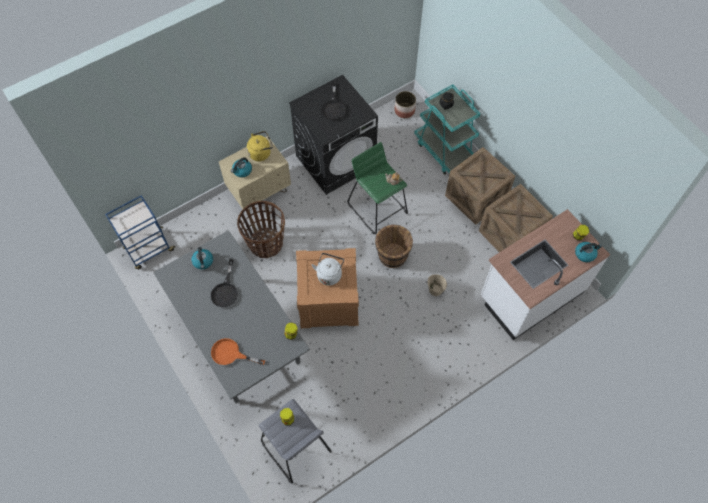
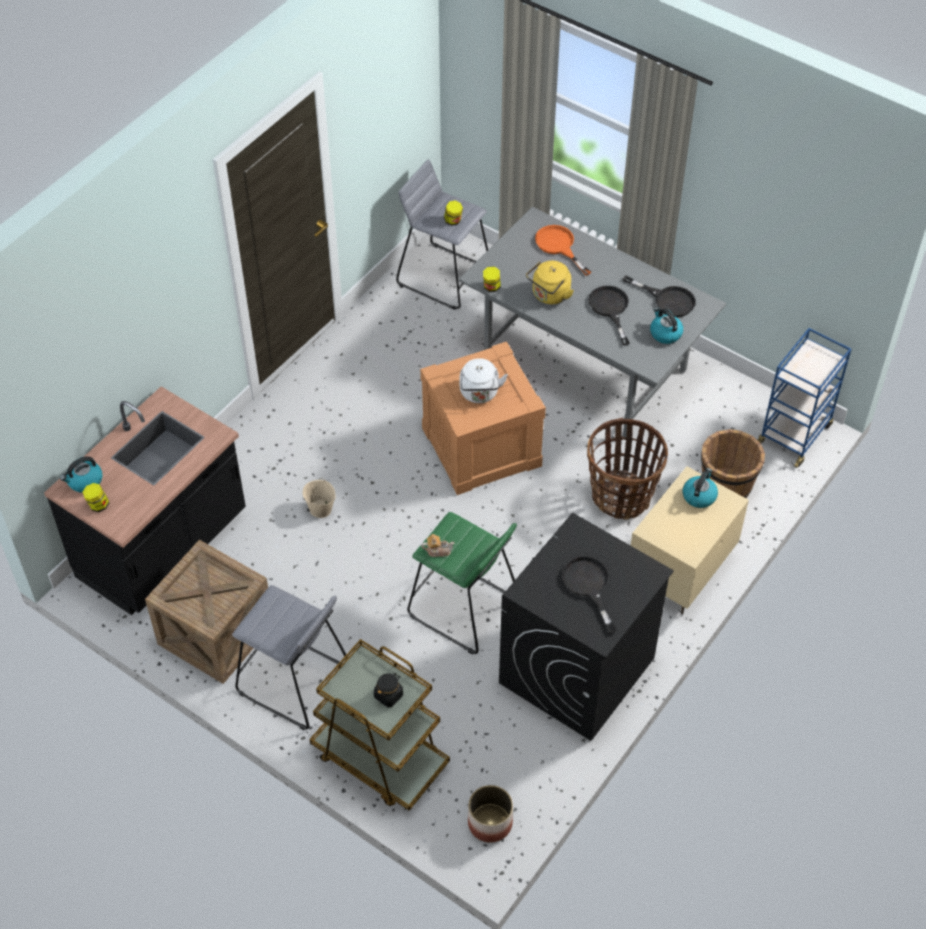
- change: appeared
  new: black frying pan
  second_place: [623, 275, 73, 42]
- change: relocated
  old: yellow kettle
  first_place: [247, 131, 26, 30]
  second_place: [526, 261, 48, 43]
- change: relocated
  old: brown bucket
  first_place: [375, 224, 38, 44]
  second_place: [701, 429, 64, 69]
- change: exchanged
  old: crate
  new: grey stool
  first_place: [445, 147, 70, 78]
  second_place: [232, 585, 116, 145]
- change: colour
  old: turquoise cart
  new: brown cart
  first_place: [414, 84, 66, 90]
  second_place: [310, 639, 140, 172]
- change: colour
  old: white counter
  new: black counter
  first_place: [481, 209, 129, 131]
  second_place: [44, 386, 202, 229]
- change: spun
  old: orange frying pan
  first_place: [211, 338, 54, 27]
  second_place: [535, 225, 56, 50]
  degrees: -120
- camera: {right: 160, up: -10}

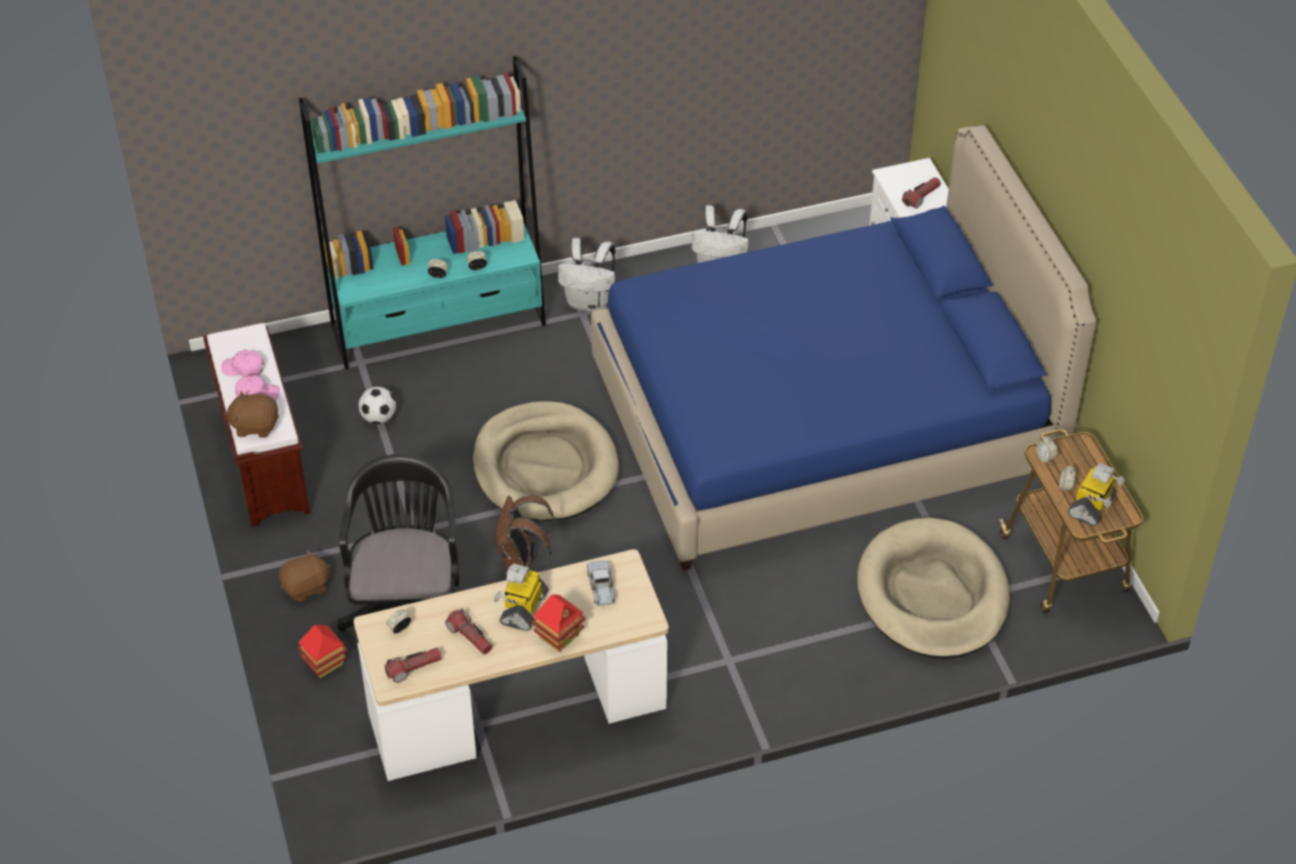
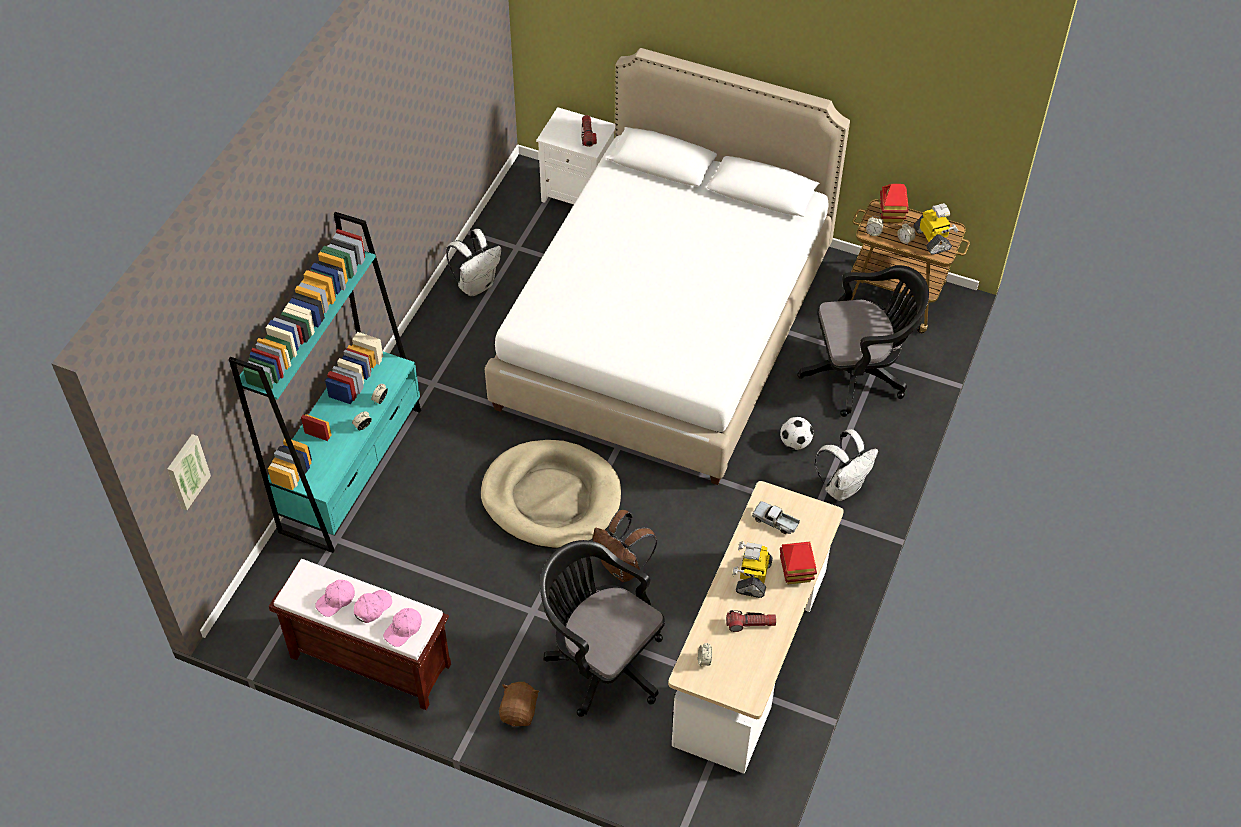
- change: missing
  old: flashlight
  first_place: [385, 648, 57, 35]
- change: appeared
  new: picture
  second_place: [167, 434, 44, 76]
- change: relocated
  old: toy house
  first_place: [297, 625, 50, 53]
  second_place: [880, 184, 29, 39]
- change: relocated
  old: football
  first_place: [359, 387, 37, 37]
  second_place: [780, 417, 33, 33]
- change: relocated
  old: white backpack
  first_place: [558, 238, 58, 74]
  second_place: [815, 429, 63, 72]
- change: exchanged
  old: brown plush toy
  new: pink cap
  first_place: [225, 391, 54, 47]
  second_place: [383, 608, 39, 39]
- change: exchanged
  old: beige dog bed
  new: black office chair
  first_place: [857, 518, 153, 141]
  second_place: [797, 265, 132, 152]
- change: colour
  old: blue bed
  new: white bed
  first_place: [591, 125, 505, 446]
  second_place: [485, 48, 365, 437]
- change: spun
  old: toy robot
  first_place: [493, 563, 56, 68]
  second_place: [732, 541, 41, 57]
  degrees: 45
- camera: {right: -50, up: 5}

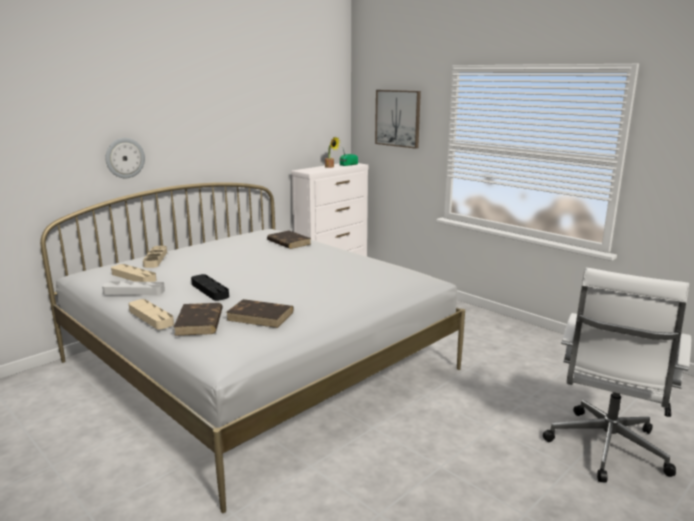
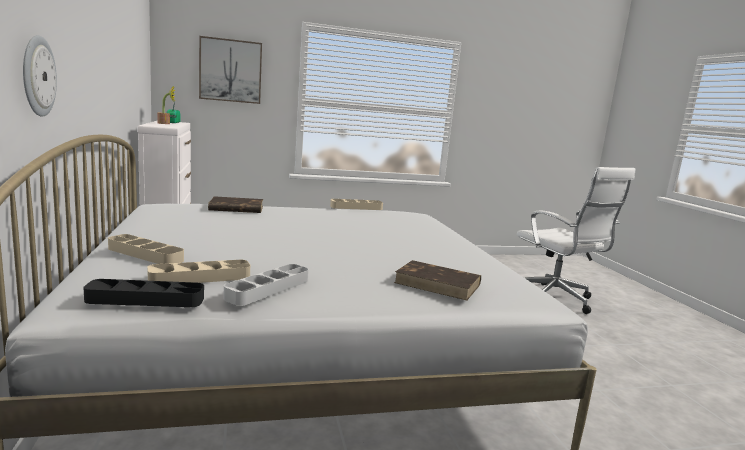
- change: missing
  old: brown book
  first_place: [226, 299, 68, 29]
- change: relocated
  old: beige tray
  first_place: [129, 299, 45, 31]
  second_place: [330, 199, 53, 11]
- change: relocated
  old: black tray
  first_place: [191, 274, 38, 27]
  second_place: [83, 279, 121, 28]
- camera: {right: -60, up: -5}

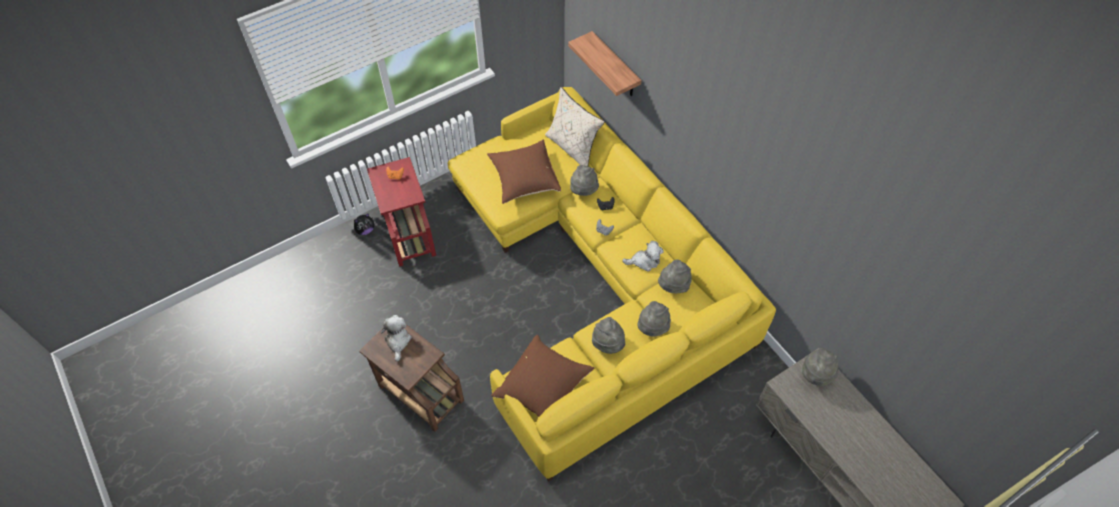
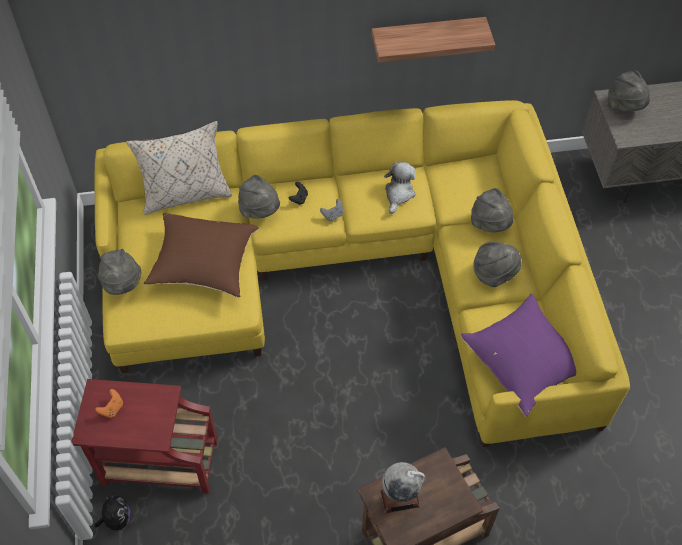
- change: relocated
  old: shelf
  first_place: [568, 31, 74, 65]
  second_place: [372, 17, 123, 46]
- change: relocated
  old: grey hat
  first_place: [658, 259, 34, 34]
  second_place: [97, 249, 44, 46]
- change: exchanged
  old: plush toy
  new: globe
  first_place: [381, 315, 31, 47]
  second_place: [380, 462, 45, 51]
- change: colour
  old: brown pillow
  new: purple pillow
  first_place: [491, 335, 103, 82]
  second_place: [461, 294, 115, 123]
- camera: {right: -65, up: 0}

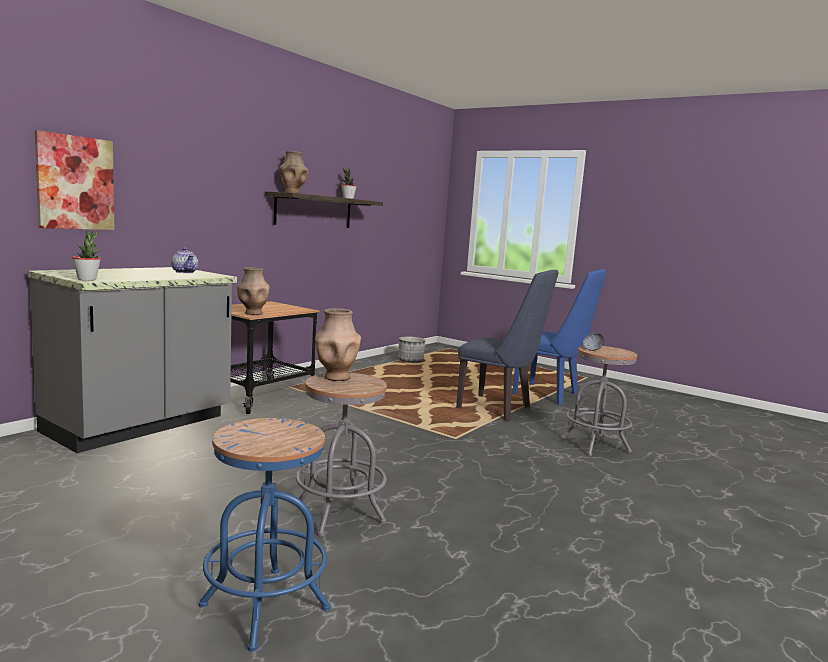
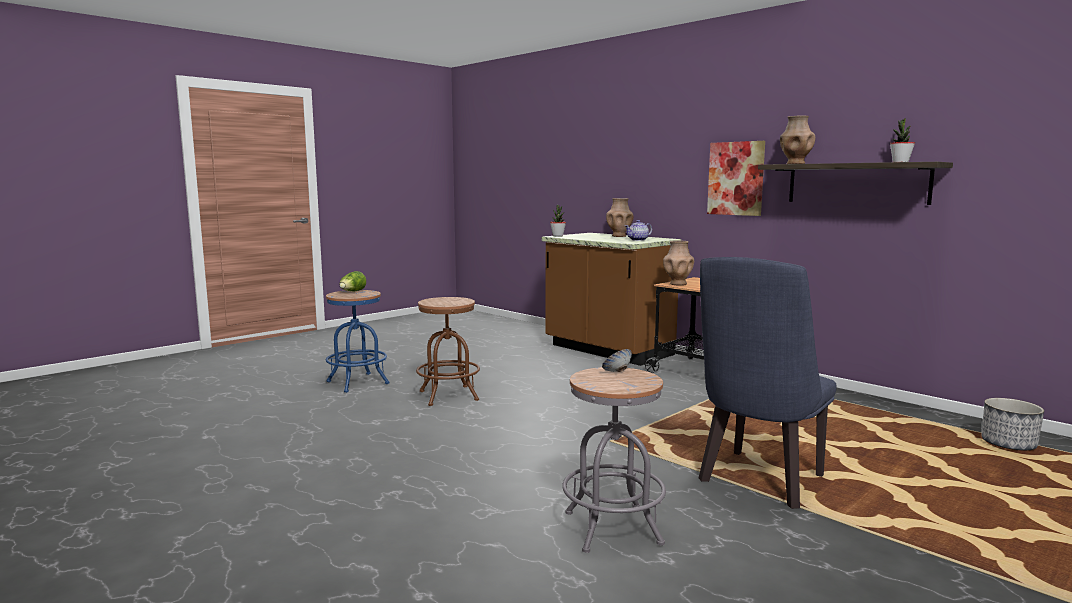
- change: missing
  old: blue chair
  first_place: [512, 269, 95, 136]
- change: appeared
  new: lettuce
  second_place: [339, 271, 27, 20]
- change: relocated
  old: picture
  first_place: [35, 130, 80, 100]
  second_place: [707, 141, 58, 75]
- change: relocated
  old: brown vase
  first_place: [315, 308, 46, 73]
  second_place: [606, 198, 28, 39]
- change: colour
  old: grey counter
  new: brown counter
  first_place: [28, 267, 209, 186]
  second_place: [542, 233, 139, 133]
- change: colour
  old: grey stool
  new: brown stool
  first_place: [296, 373, 91, 163]
  second_place: [416, 297, 64, 109]
- camera: {right: 100, up: 0}

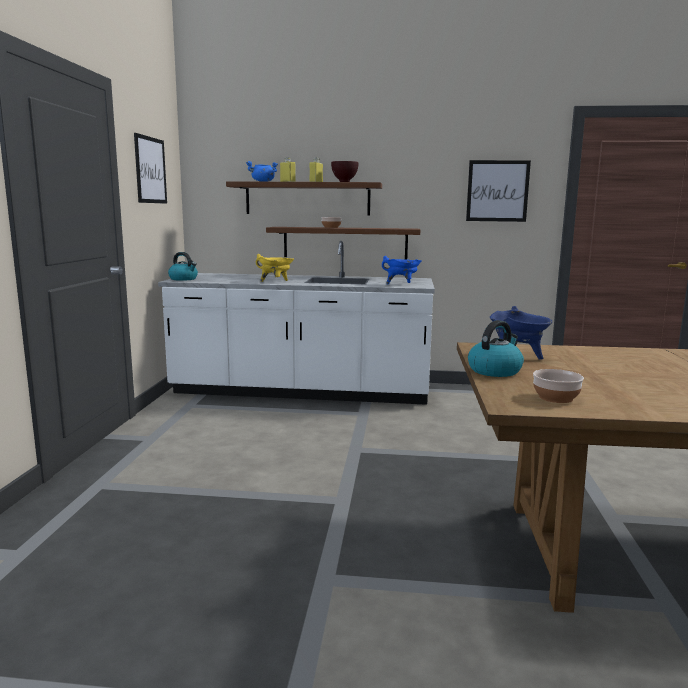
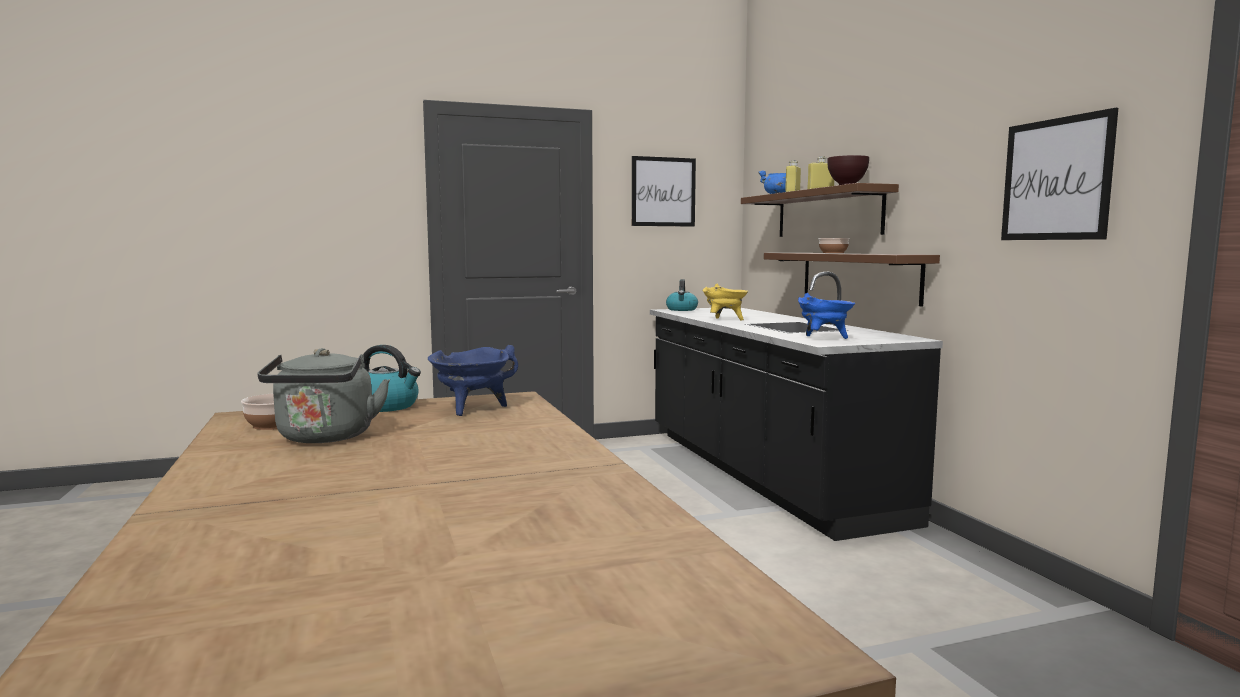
- change: appeared
  new: grey kettle
  second_place: [258, 348, 132, 95]
- change: colour
  old: white counter
  new: black counter
  first_place: [158, 241, 277, 164]
  second_place: [650, 272, 293, 269]
- camera: {right: 65, up: -5}

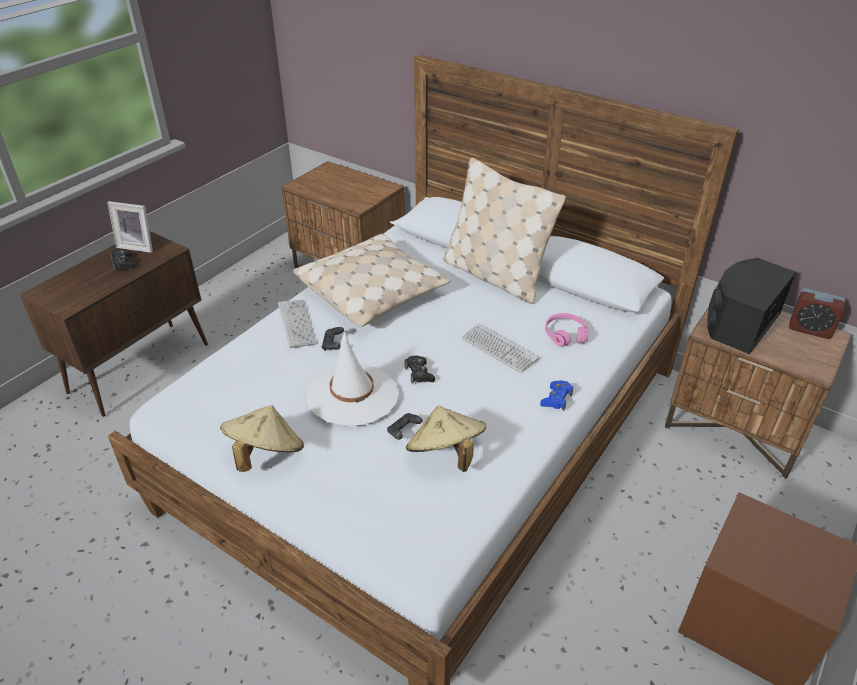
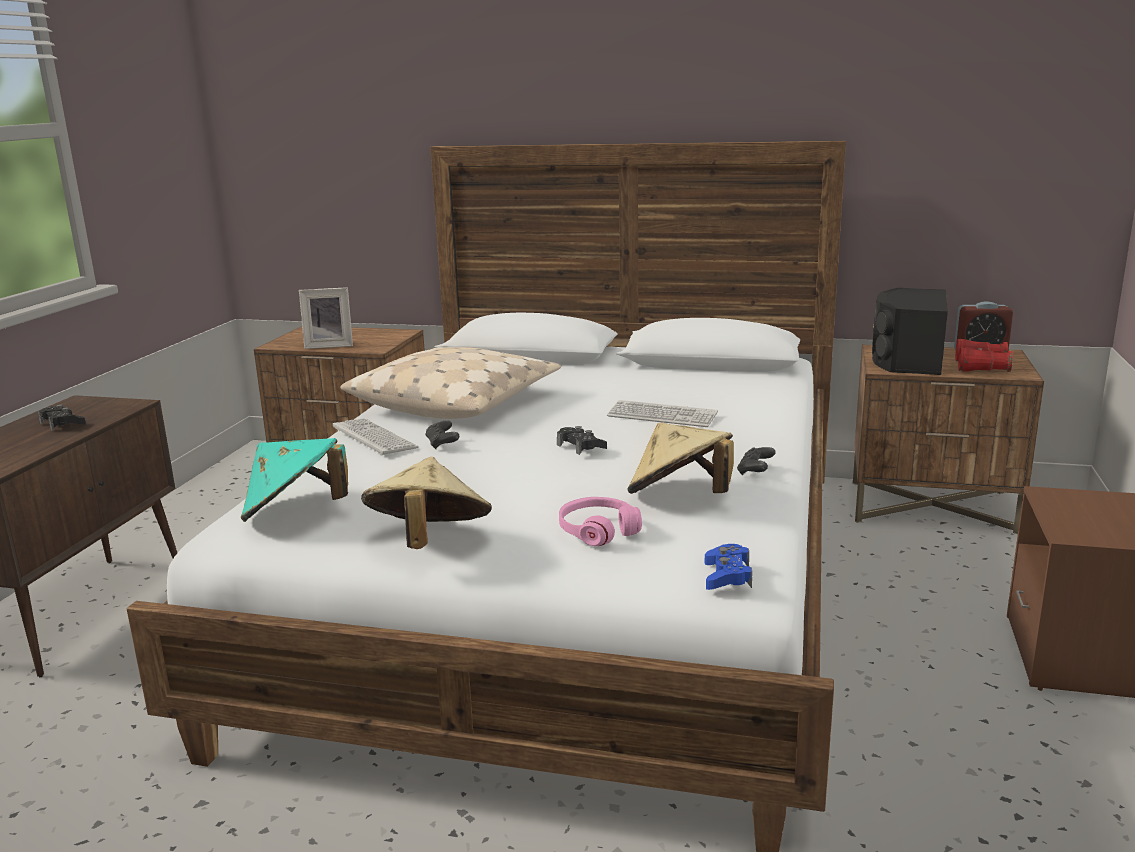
- change: missing
  old: white hat
  first_place: [306, 332, 92, 94]
- change: missing
  old: beige pillow
  first_place: [443, 157, 123, 147]
- change: appeared
  new: turquoise hat
  second_place: [241, 438, 107, 84]
- change: appeared
  new: red binoculars
  second_place: [955, 339, 58, 33]
- change: relocated
  old: picture frame
  first_place: [107, 201, 46, 52]
  second_place: [299, 287, 54, 62]
- change: relocated
  old: black game controller
  first_place: [387, 413, 35, 27]
  second_place: [737, 447, 39, 28]
- change: relocated
  old: blue game controller
  first_place: [540, 380, 33, 31]
  second_place: [705, 544, 47, 46]
- change: relocated
  old: pink headphones
  first_place: [545, 313, 44, 34]
  second_place: [559, 497, 83, 49]
- camera: {right: -20, up: -20}

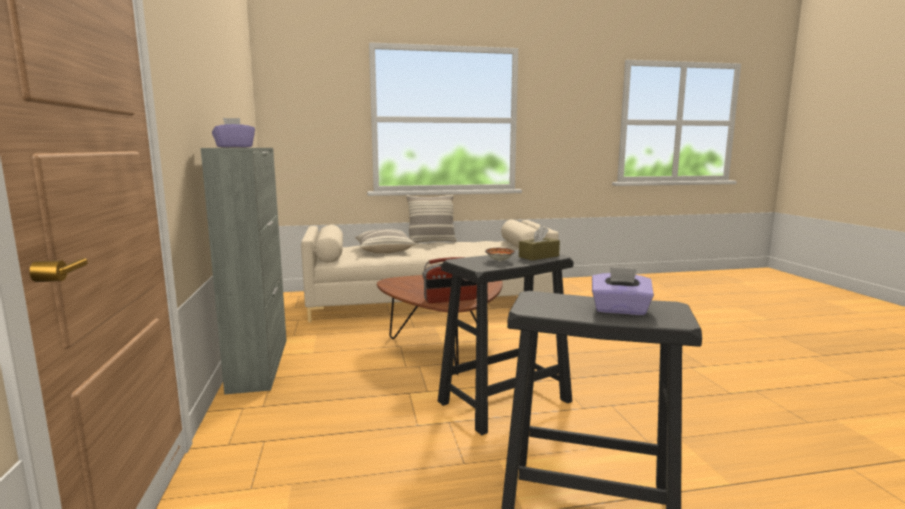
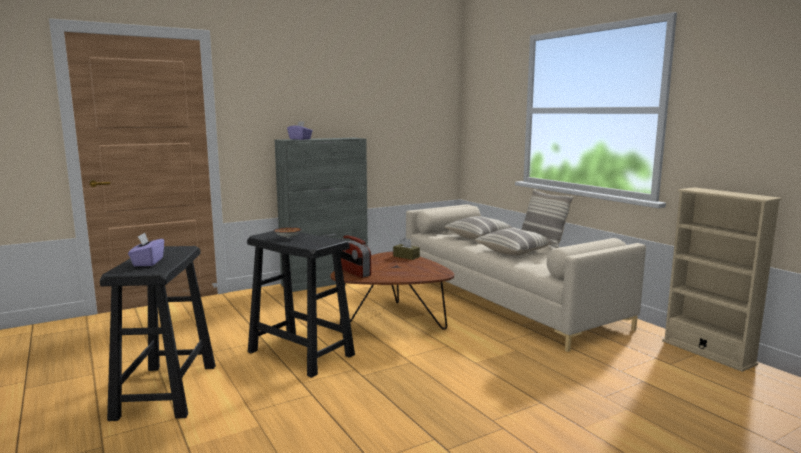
- change: appeared
  new: pillow
  second_place: [475, 228, 80, 27]
- change: appeared
  new: beige bookcase
  second_place: [662, 187, 120, 185]
- change: relocated
  old: brown tissue box
  first_place: [519, 225, 41, 36]
  second_place: [393, 237, 27, 23]
- camera: {right: 70, up: 0}

